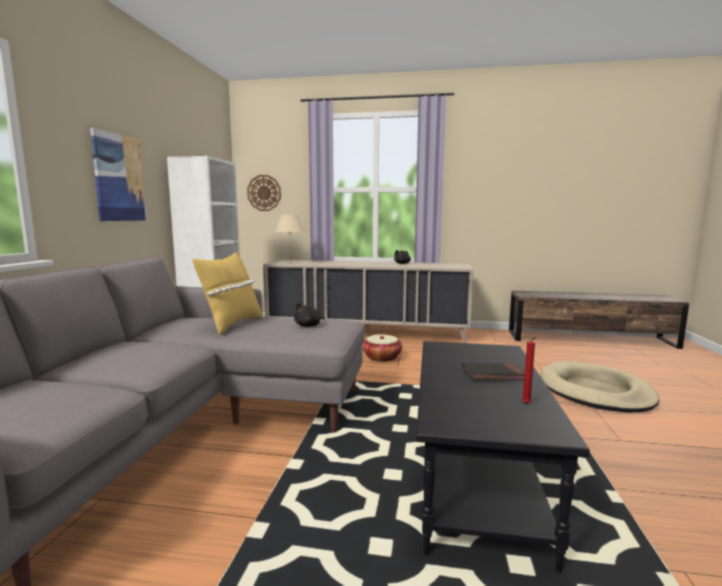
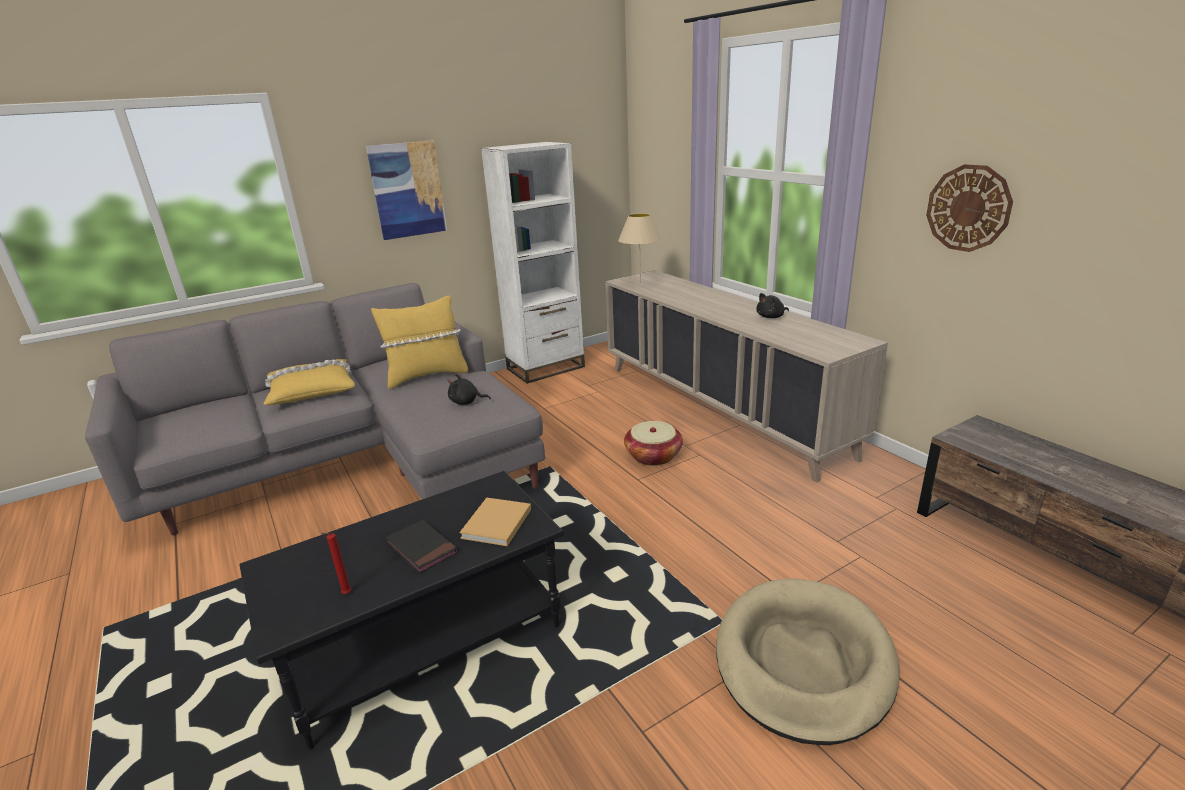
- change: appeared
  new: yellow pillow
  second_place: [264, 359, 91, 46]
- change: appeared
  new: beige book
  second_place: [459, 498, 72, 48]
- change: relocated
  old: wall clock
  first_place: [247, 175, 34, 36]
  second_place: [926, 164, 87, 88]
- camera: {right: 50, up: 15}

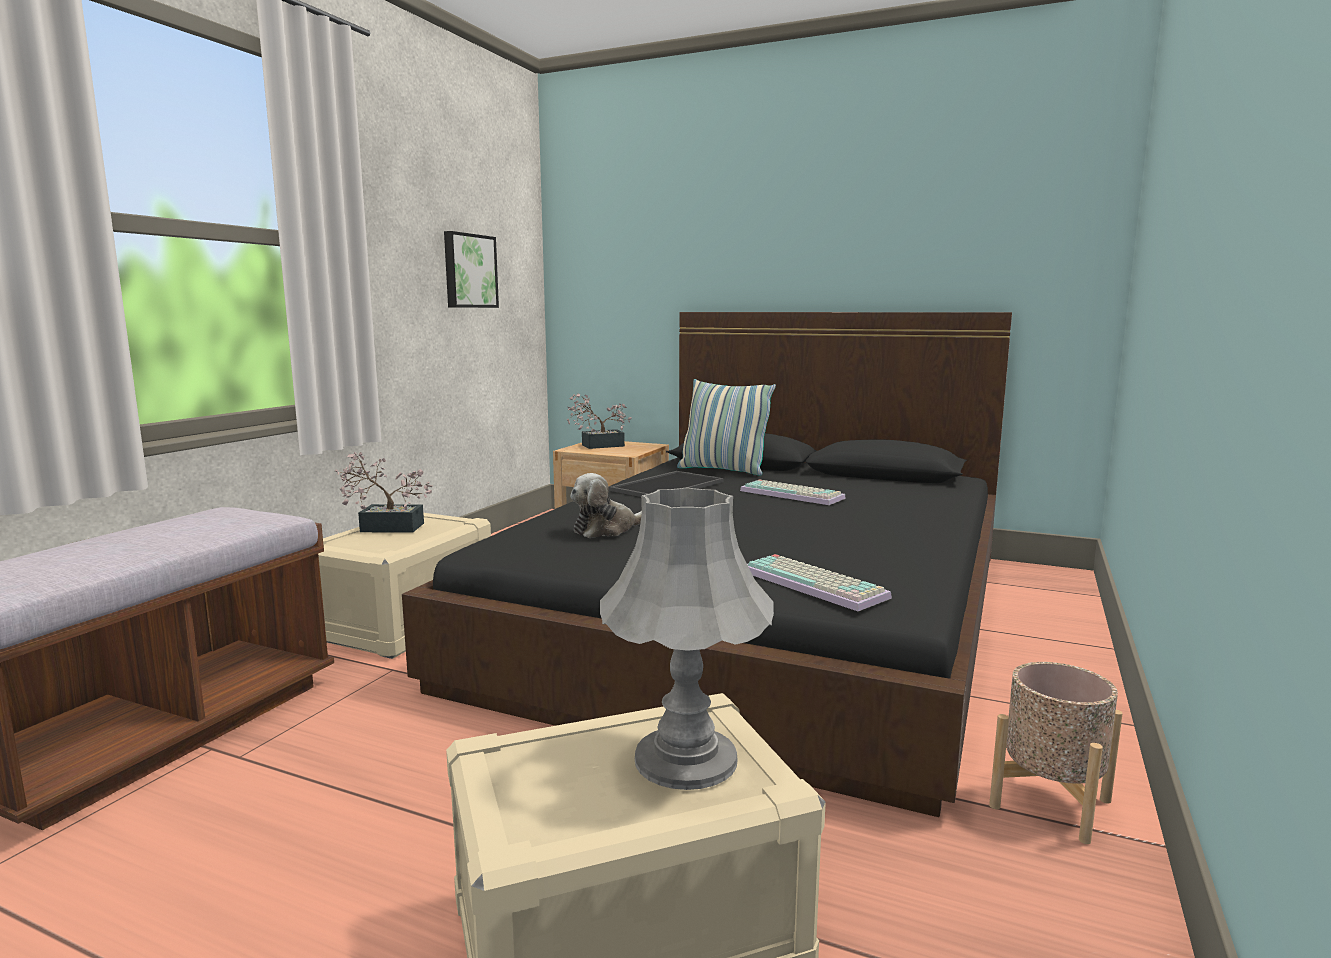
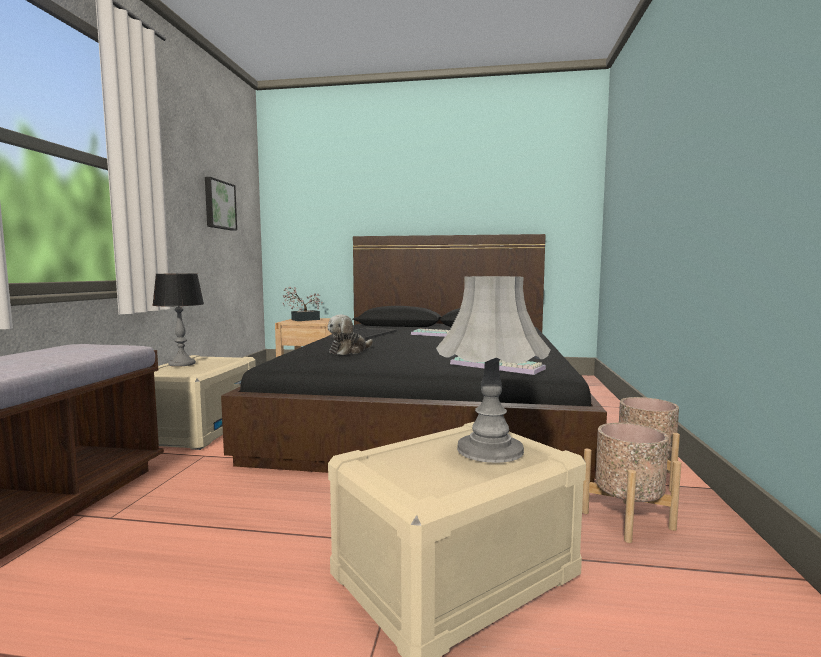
- change: missing
  old: pillow
  first_place: [677, 379, 99, 97]
- change: appeared
  new: beige planter
  second_place: [582, 423, 99, 120]
- change: exchanged
  old: potted plant
  new: table lamp
  first_place: [335, 452, 97, 81]
  second_place: [152, 274, 52, 93]
- camera: {right: -15, up: -5}

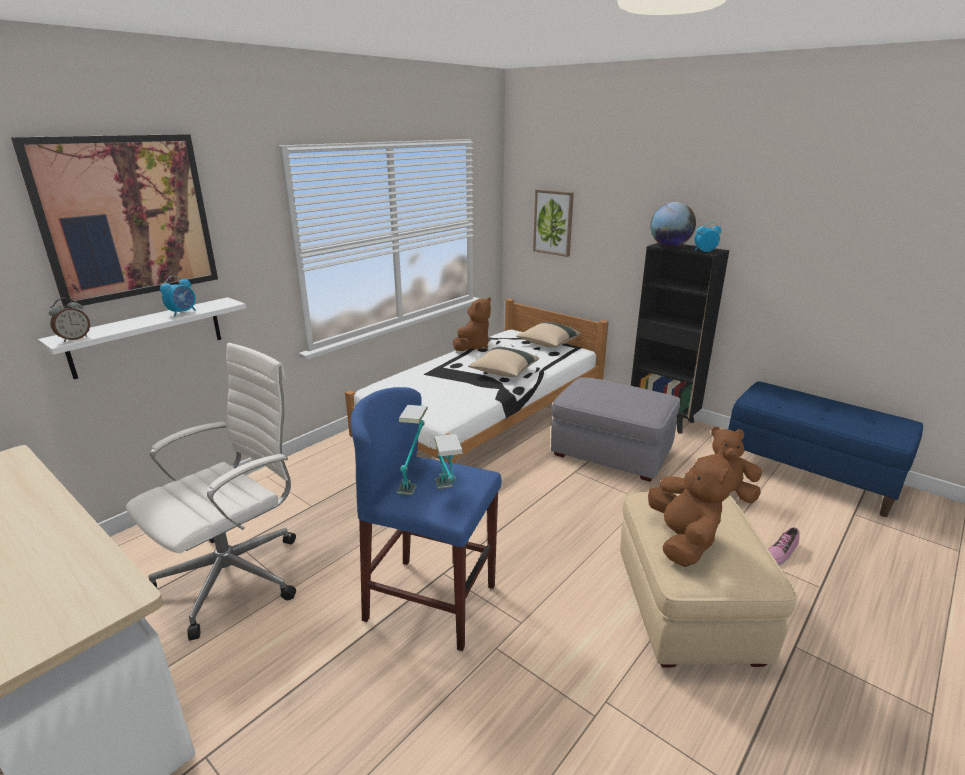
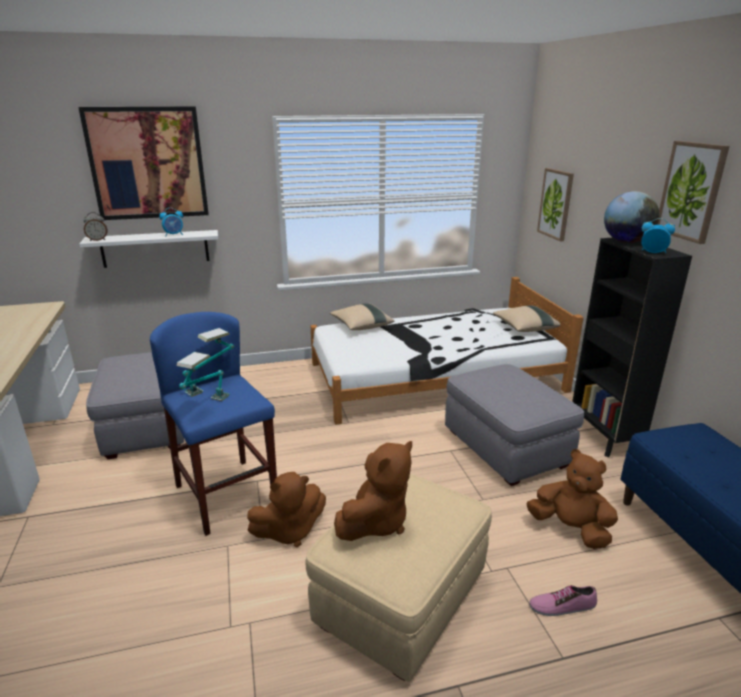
- change: appeared
  new: picture
  second_place: [657, 141, 72, 103]
- change: relocated
  old: brown plush toy
  first_place: [453, 297, 38, 54]
  second_place: [247, 472, 79, 75]
- change: relocated
  old: beige pillow
  first_place: [468, 347, 71, 30]
  second_place: [330, 303, 64, 27]
- change: exchanged
  old: white office chair
  new: grey ottoman
  first_place: [126, 343, 170, 297]
  second_place: [86, 352, 98, 107]
- camera: {right: 35, up: 0}

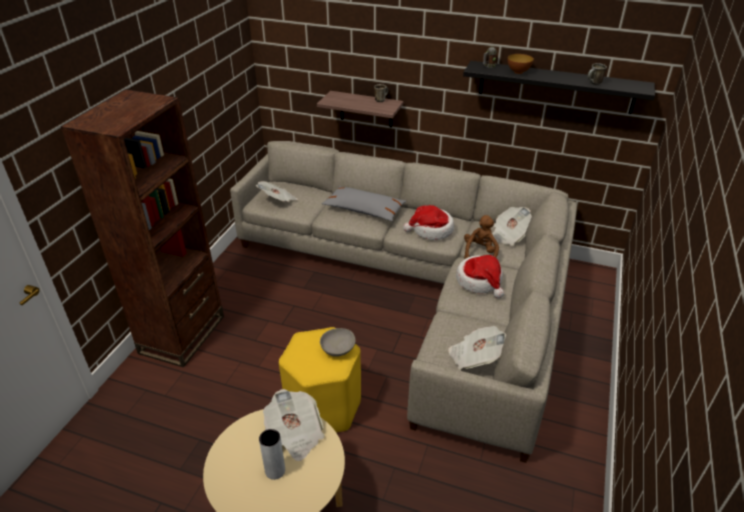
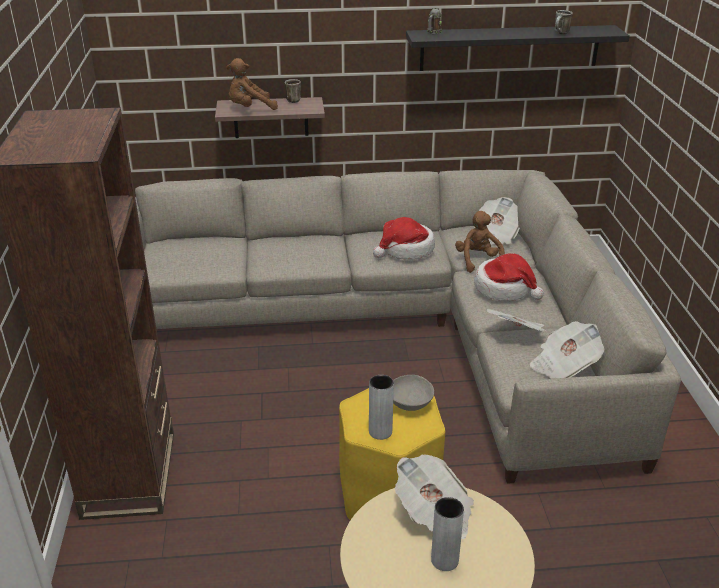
- change: missing
  old: grey pillow
  first_place: [322, 186, 84, 35]
- change: missing
  old: bowl
  first_place: [508, 54, 26, 20]
- change: appeared
  new: brown plush toy
  second_place: [226, 58, 52, 52]
- change: appeared
  new: grey vase
  second_place: [369, 375, 25, 65]
- change: relocated
  old: newspaper
  first_place: [256, 181, 42, 21]
  second_place: [487, 309, 59, 23]
- camera: {right: -25, up: -5}

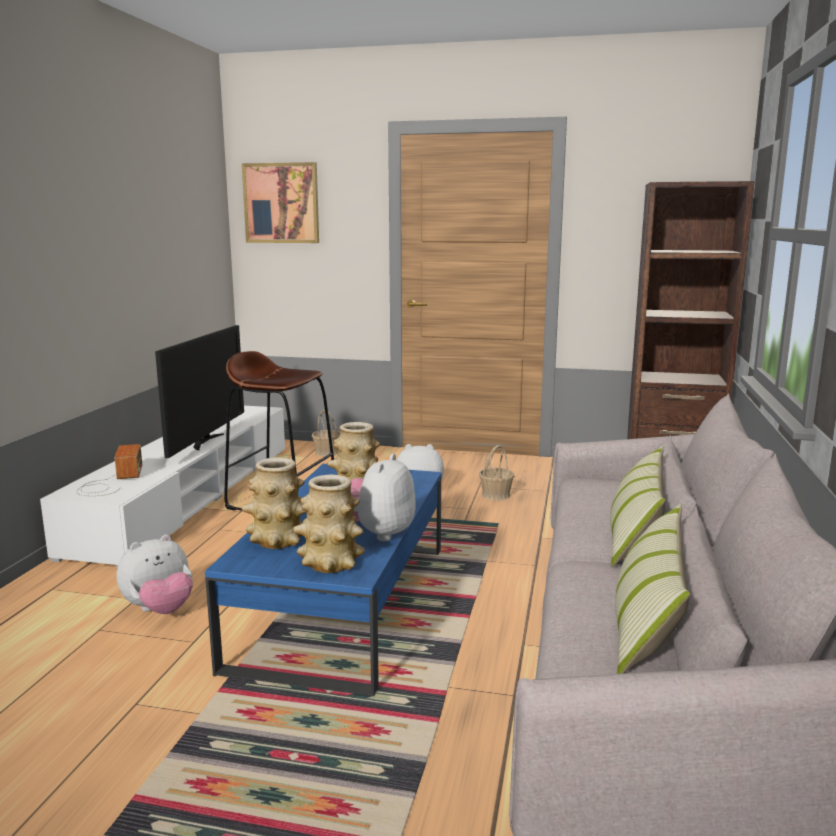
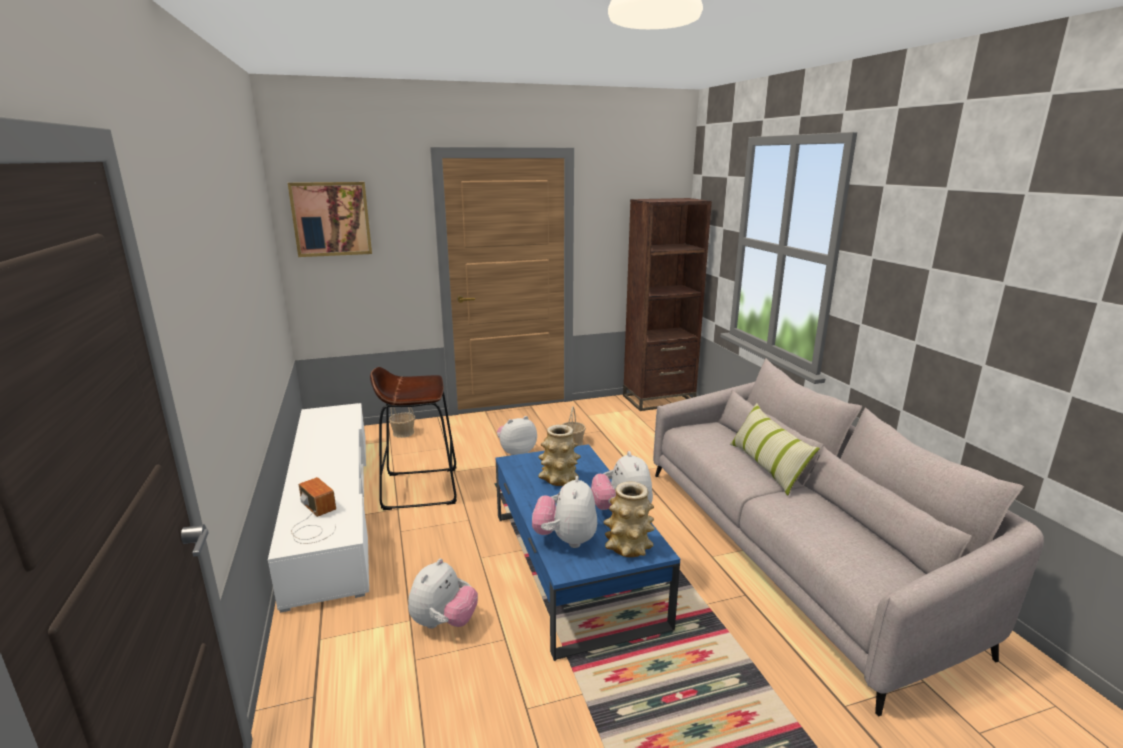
- change: missing
  old: television
  first_place: [155, 325, 89, 133]
- change: missing
  old: pillow
  first_place: [615, 504, 76, 170]
- change: exchanged
  old: vase
  new: plush toy
  first_place: [241, 458, 65, 91]
  second_place: [532, 476, 65, 72]
- camera: {right: -30, up: 5}

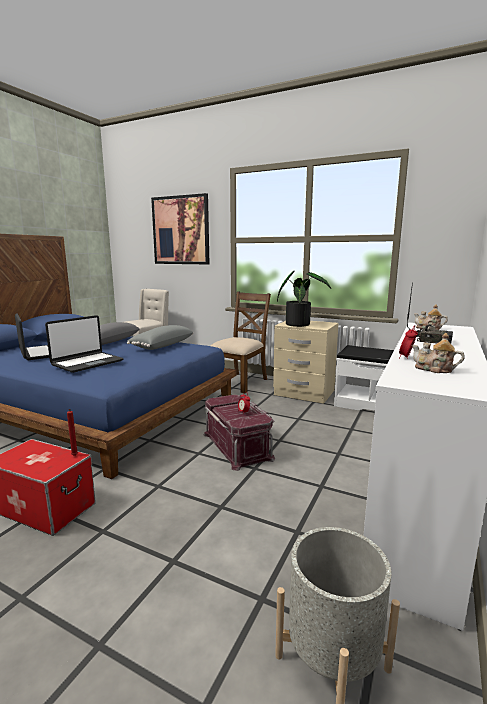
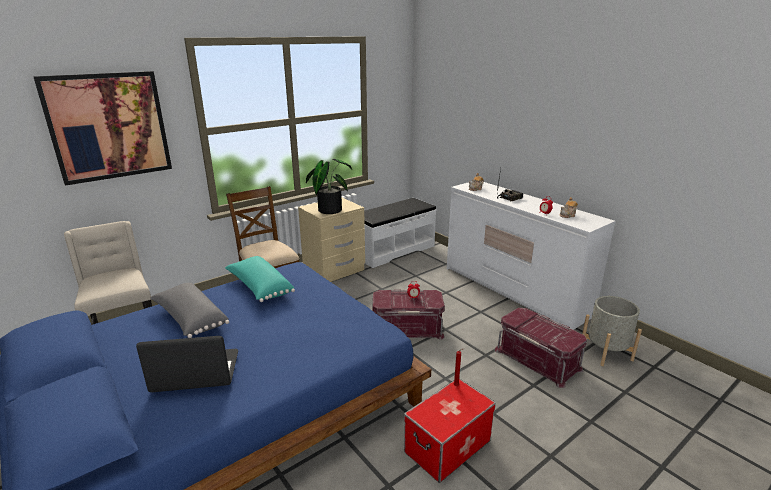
- change: missing
  old: laptop
  first_place: [45, 315, 78, 58]
- change: appeared
  new: red storage box
  second_place: [495, 308, 92, 80]
- change: colour
  old: grey pillow
  new: turquoise pillow
  first_place: [127, 325, 67, 25]
  second_place: [225, 256, 70, 46]
- camera: {right: -65, up: 10}

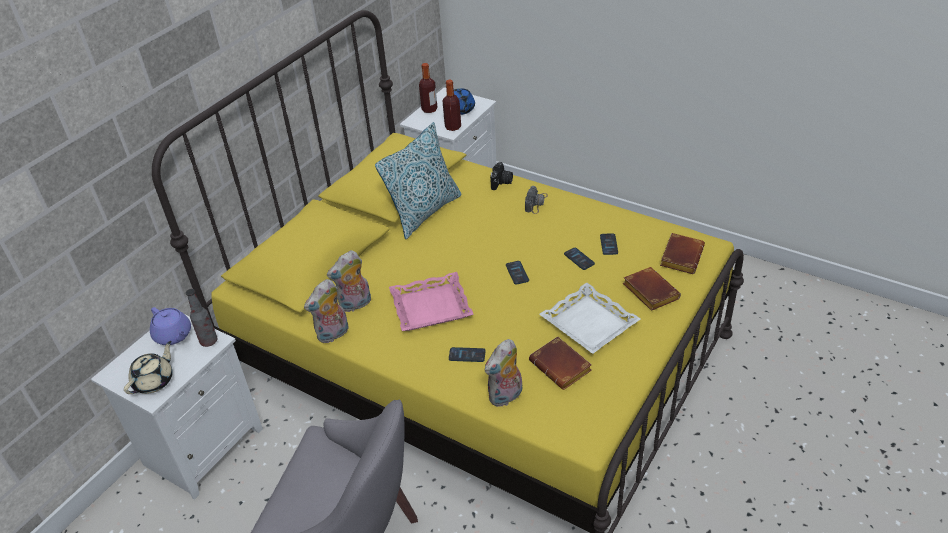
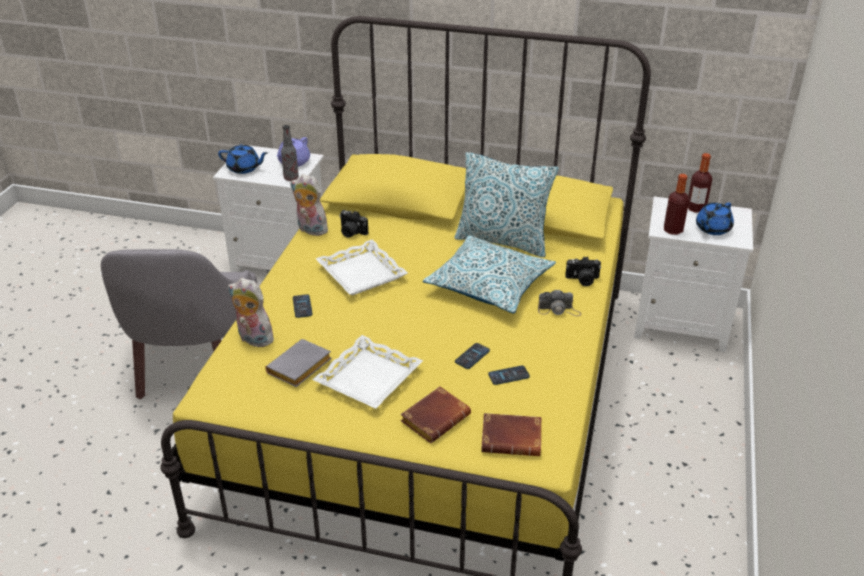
- change: missing
  old: phone
  first_place: [506, 261, 23, 24]
- change: appeared
  new: pillow
  second_place: [423, 235, 133, 79]
- change: exchanged
  old: plush toy
  new: photo camera
  first_place: [327, 250, 44, 62]
  second_place: [340, 210, 28, 28]
- change: colour
  old: beige teapot
  new: blue teapot
  first_place: [124, 341, 49, 53]
  second_place: [218, 145, 50, 29]
- change: colour
  old: pink tray
  new: white tray
  first_place: [389, 272, 85, 59]
  second_place: [316, 239, 92, 56]
- change: colour
  old: brown book
  new: grey book
  first_place: [529, 336, 63, 54]
  second_place: [265, 339, 67, 48]
- camera: {right: 70, up: -5}

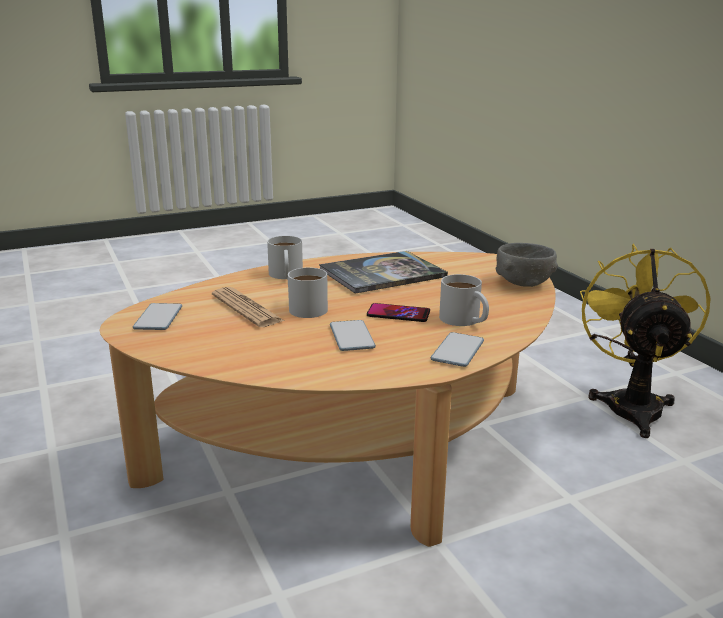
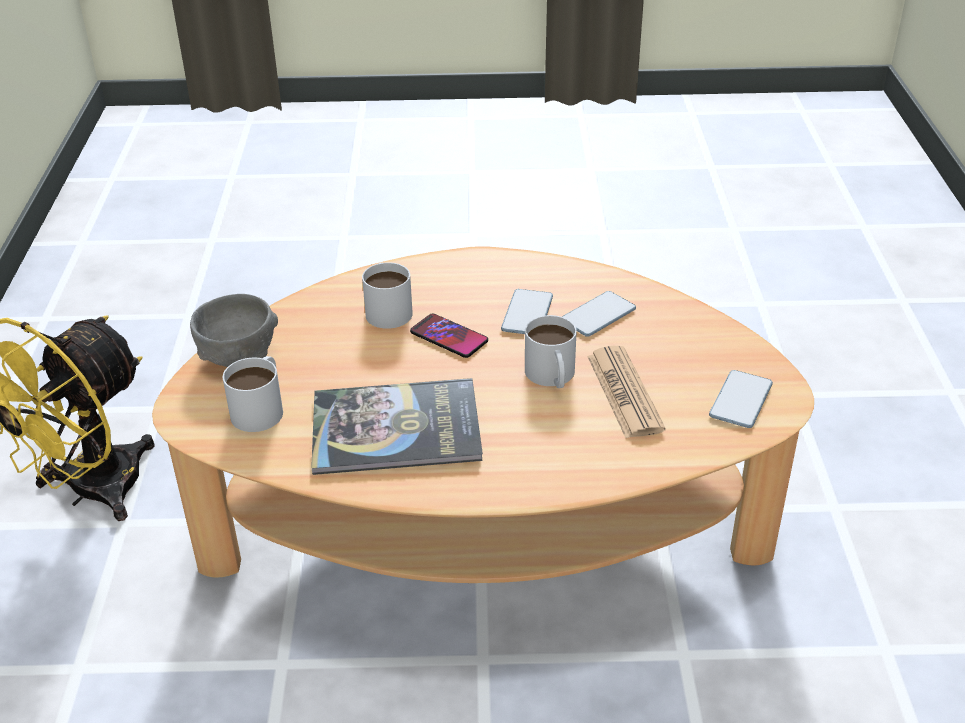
- change: relocated
  old: white mug
  first_place: [267, 236, 36, 43]
  second_place: [223, 356, 60, 76]
- change: relocated
  old: phone
  first_place: [431, 332, 53, 35]
  second_place: [562, 291, 74, 46]
- camera: {right: -155, up: 15}

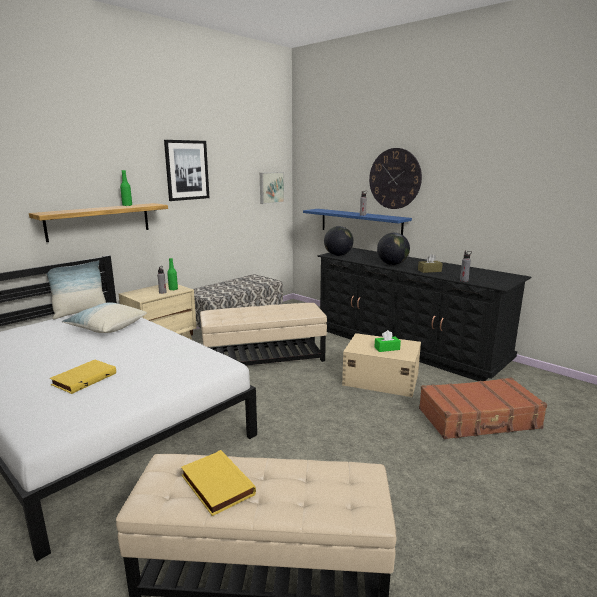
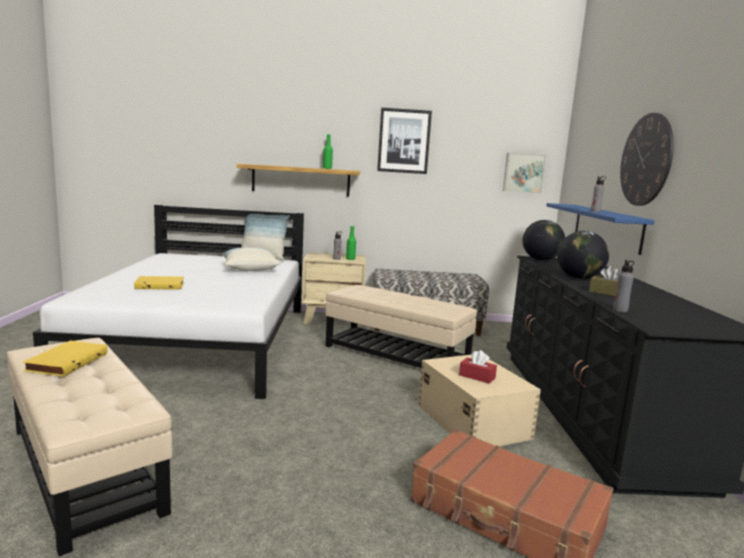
- change: colour
  old: green tissue box
  new: red tissue box
  first_place: [375, 330, 26, 22]
  second_place: [459, 350, 38, 34]
- camera: {right: 45, up: -5}

